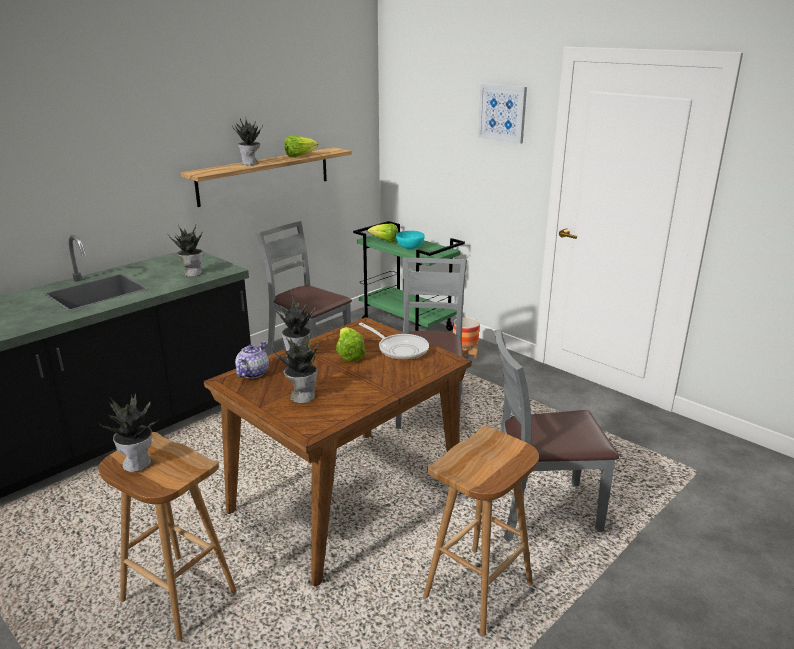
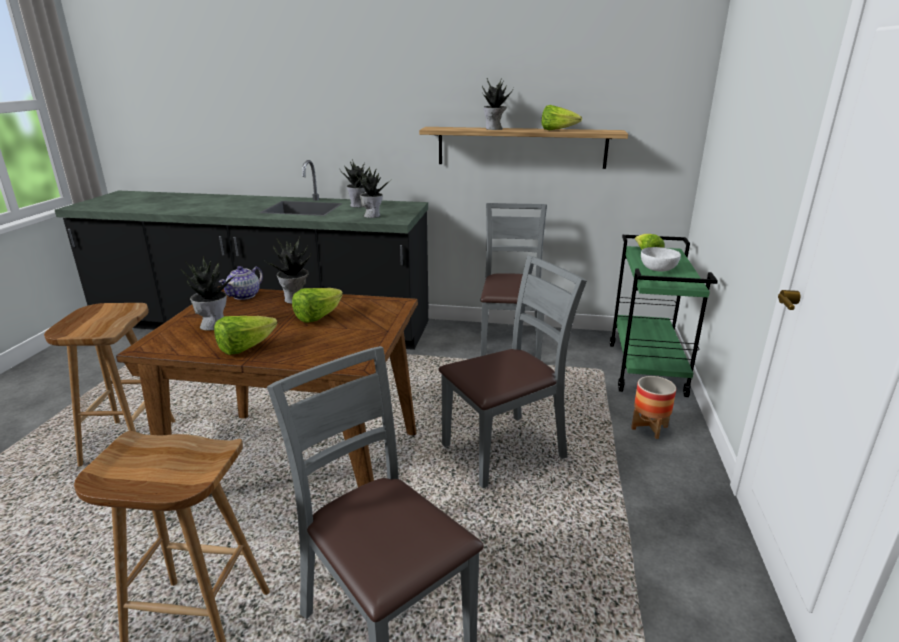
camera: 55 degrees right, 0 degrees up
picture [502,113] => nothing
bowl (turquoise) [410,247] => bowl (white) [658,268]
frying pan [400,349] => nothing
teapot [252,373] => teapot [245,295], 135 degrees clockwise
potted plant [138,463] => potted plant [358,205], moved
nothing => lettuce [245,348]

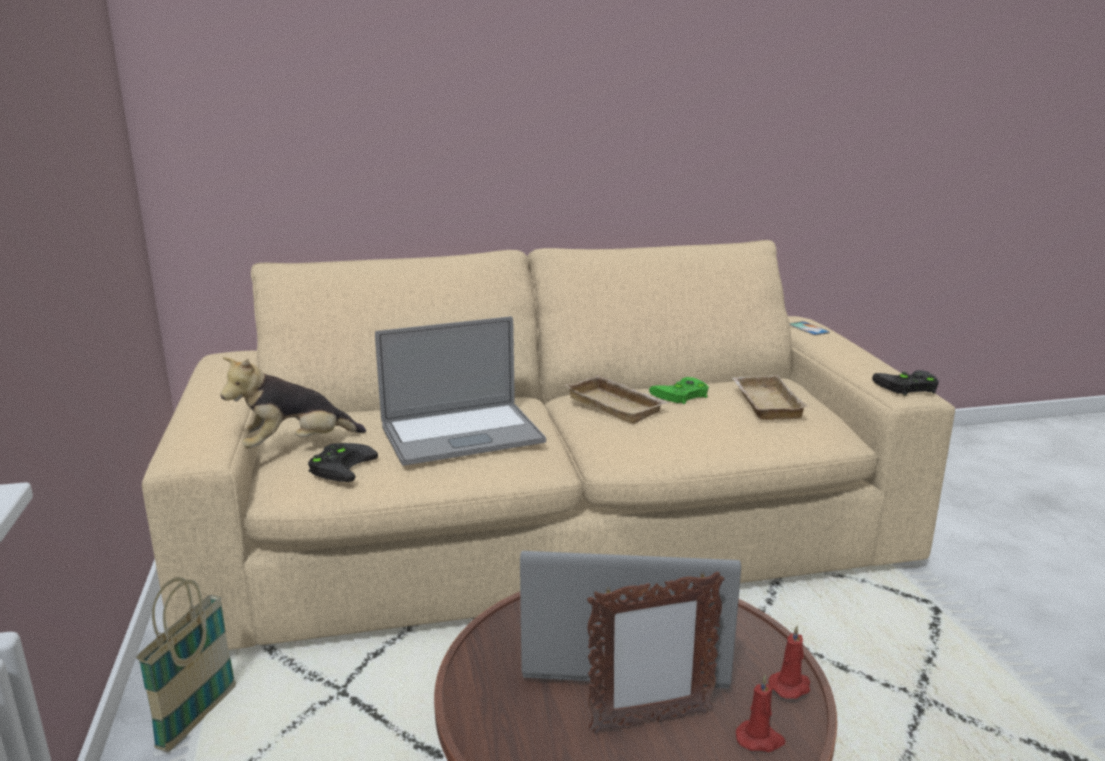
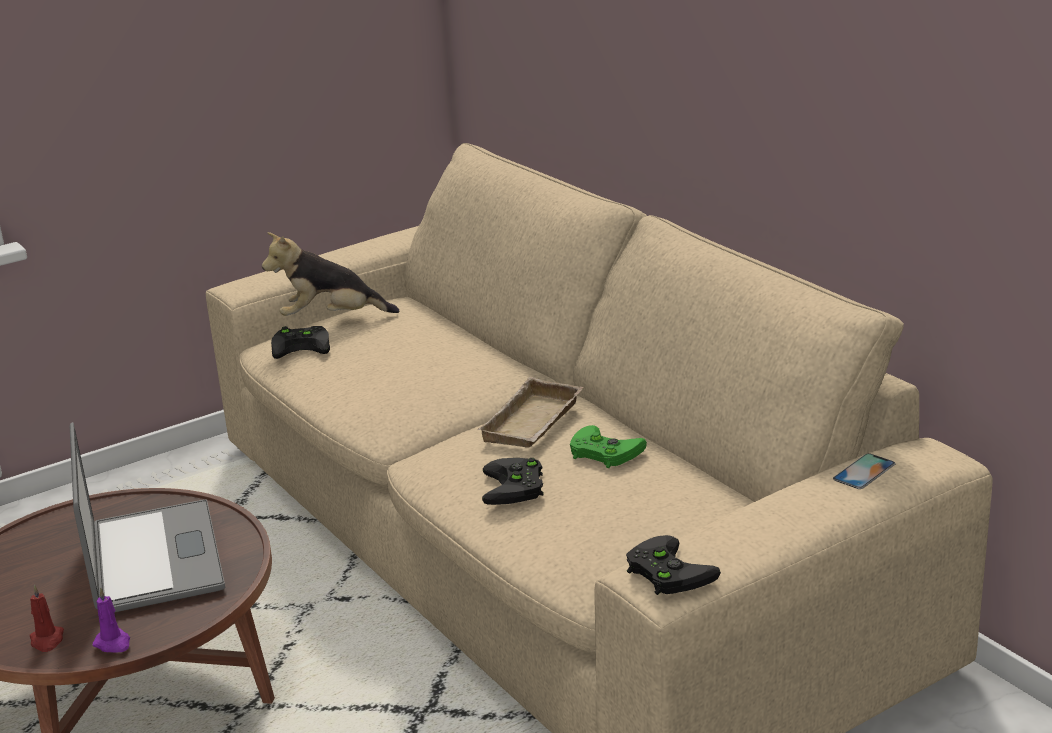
camera: 70 degrees right, 5 degrees up
laptop [462,434] => nothing
plush toy [295,446] => plush toy [331,318], 45 degrees counterclockwise
tray (beige) [764,403] => nothing
picture frame [650,722] => nothing
basket [198,719] => nothing
candle (red) [791,686] => candle (purple) [113,643]
nothing => game controller (black) [516,487]

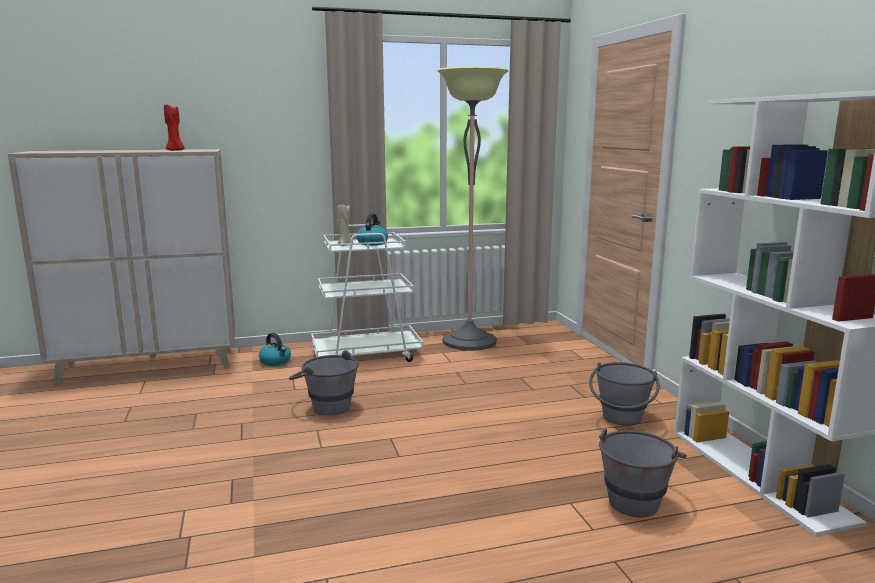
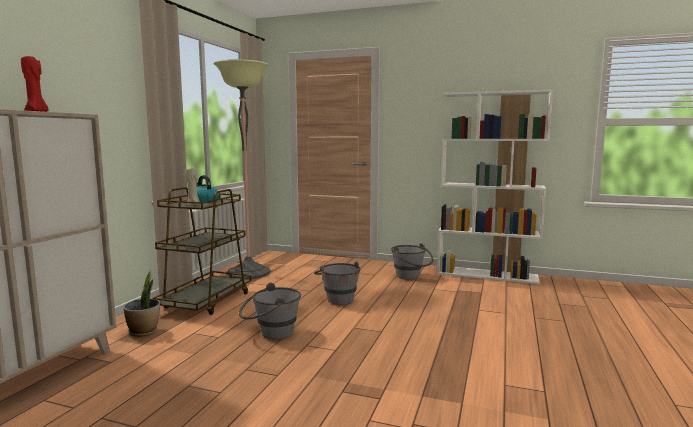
camera: 55 degrees left, 5 degrees down
cart (white) [367,355] => cart (brown) [206,301]
kettle [276,361] => potted plant [144,331]
bucket (grey) [635,498] => bucket (grey) [338,298], moved

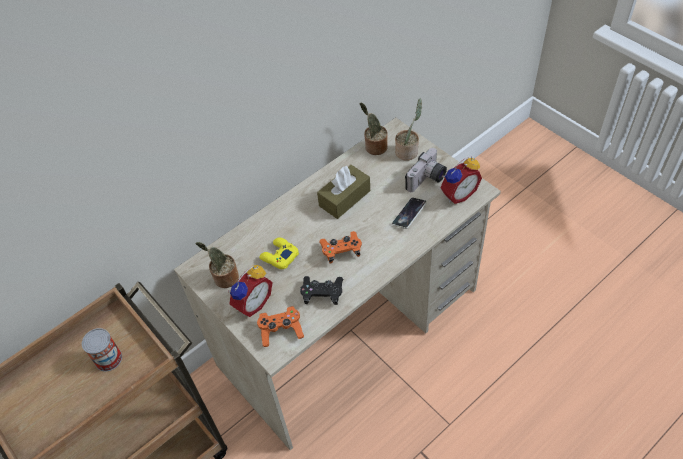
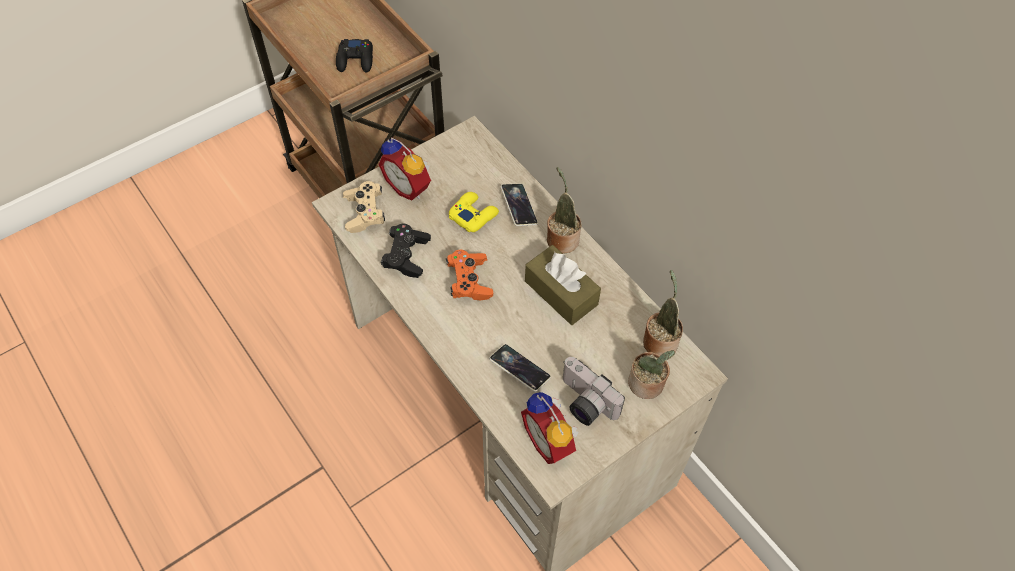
camera: 90 degrees right, 5 degrees up
potted plant [224,278] => potted plant [561,238], moved
game controller (orange) [281,330] => game controller (beige) [365,213]
can [108,359] => game controller (black) [356,60]
nothing => phone [519,207]

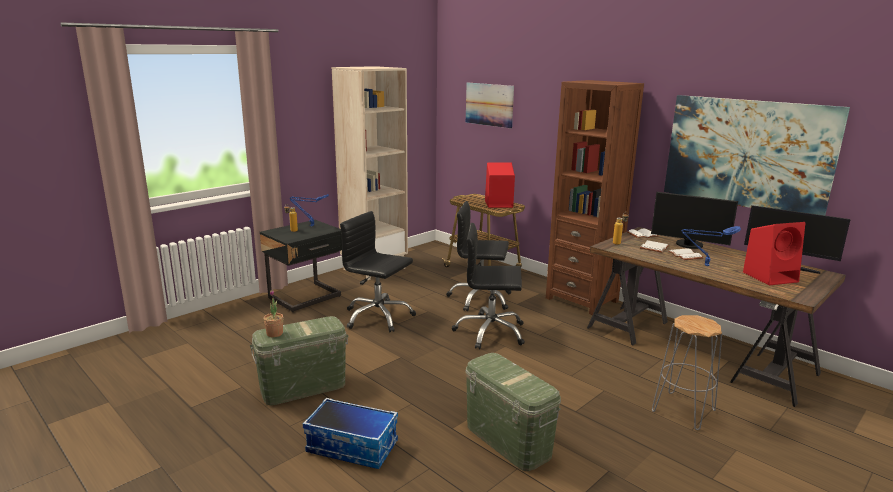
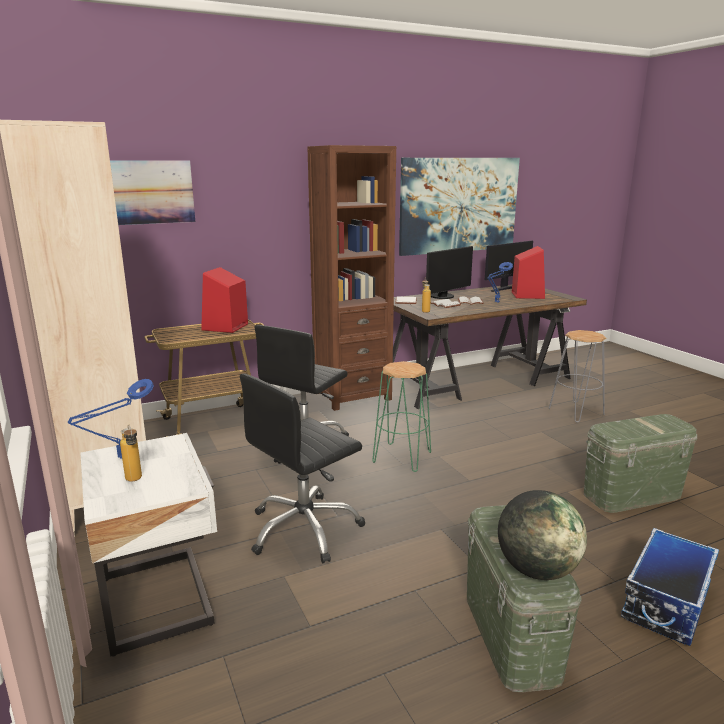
camera: 70 degrees left, 0 degrees up
nightstand (black) [306,298] => nightstand (white) [160,599]
office chair (black) [490,332] => stool (green) [401,457]
potted plant [274,334] => globe [536,570]

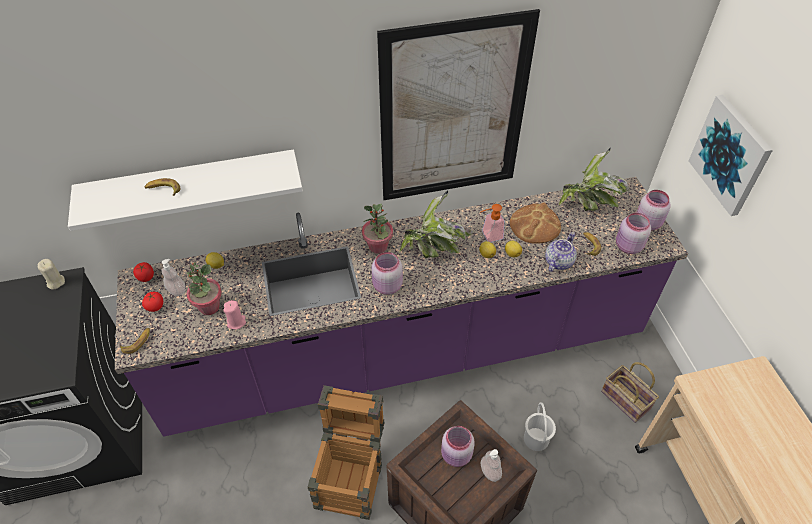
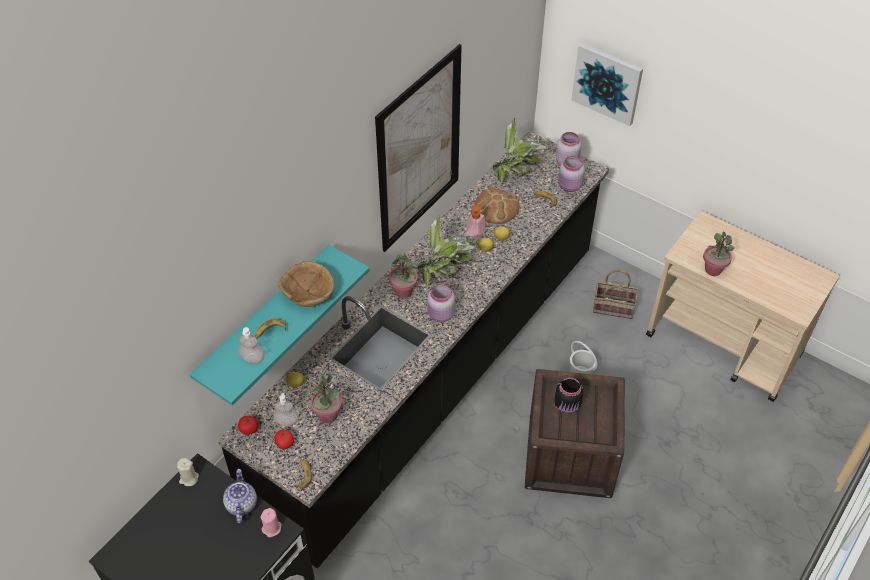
camera: 40 degrees left, 0 degrees up
shelf (white) [191,185] => shelf (turquoise) [265,321]
counter (purple) [406,354] => counter (black) [435,380]
teapot [558,261] => teapot [241,504], moved
candle (pink) [236,322] => candle (pink) [272,528], moved
crate [351,477] => nothing
jar (pink) [456,456] => jar (black) [567,406]
soap dispenser [490,472] => soap dispenser [252,358], moved
nothing => potted plant [713,270]
nothing => bowl (brown) [308,293]

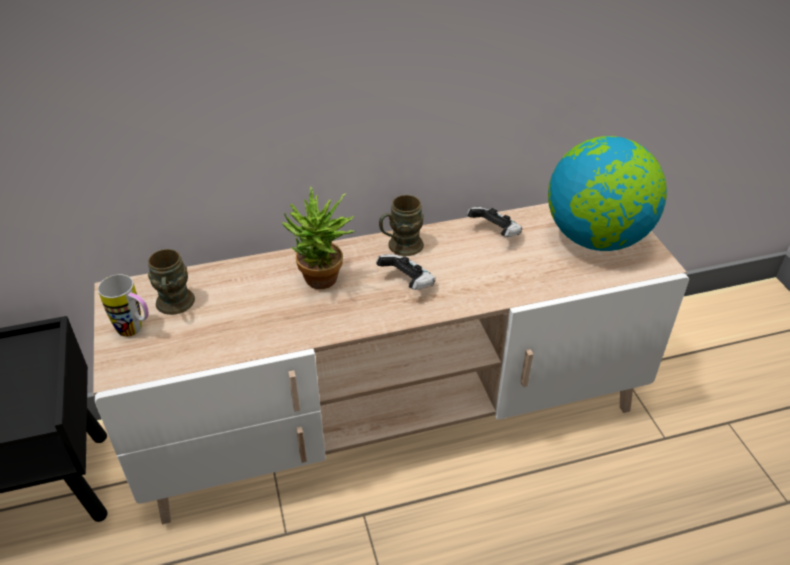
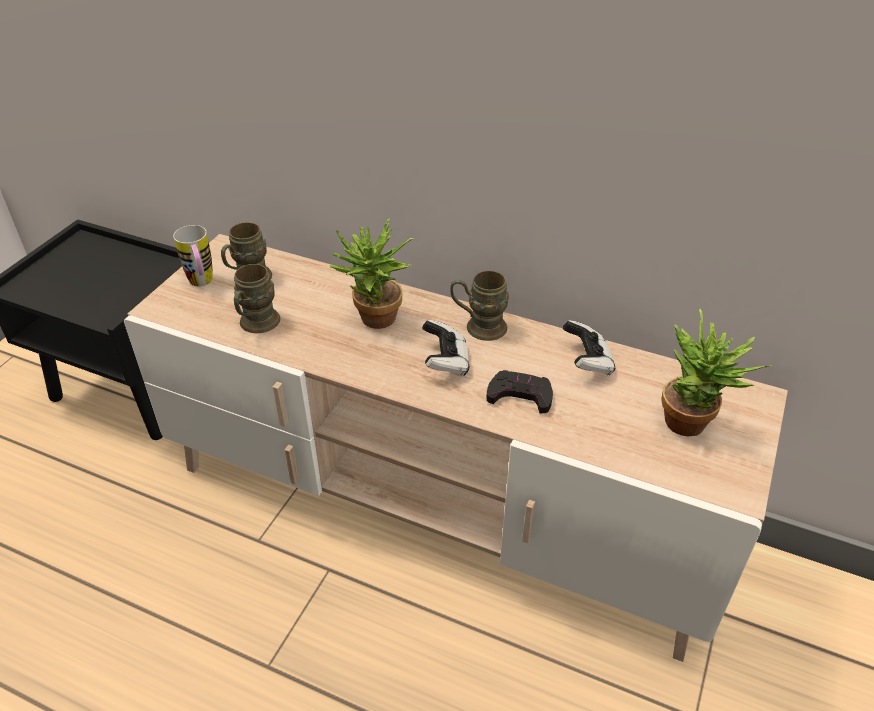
camera: 40 degrees right, 0 degrees up
globe [596,238] => potted plant [693,425]
nothing => mug (brown) [256,325]
nothing => game controller (black) [520,395]

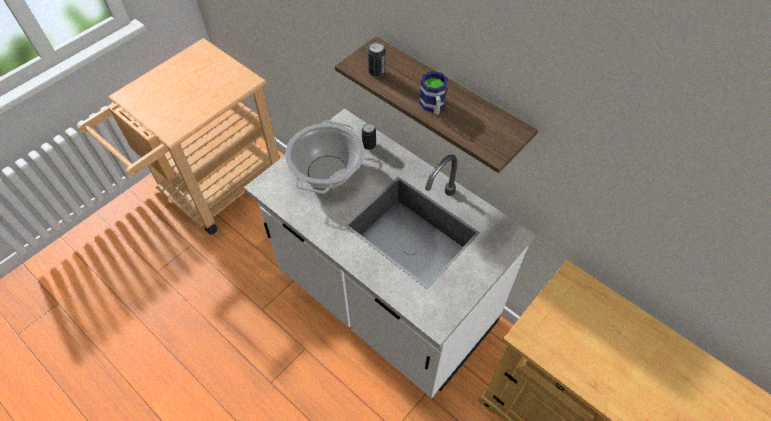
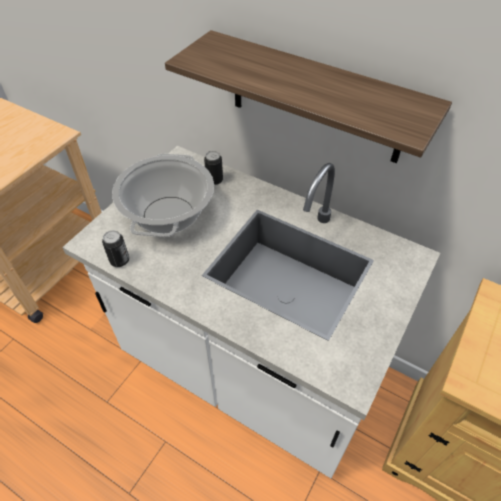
camera: 10 degrees left, 5 degrees down
can [377,72] => can [119,260], moved
mug [433,107] => nothing

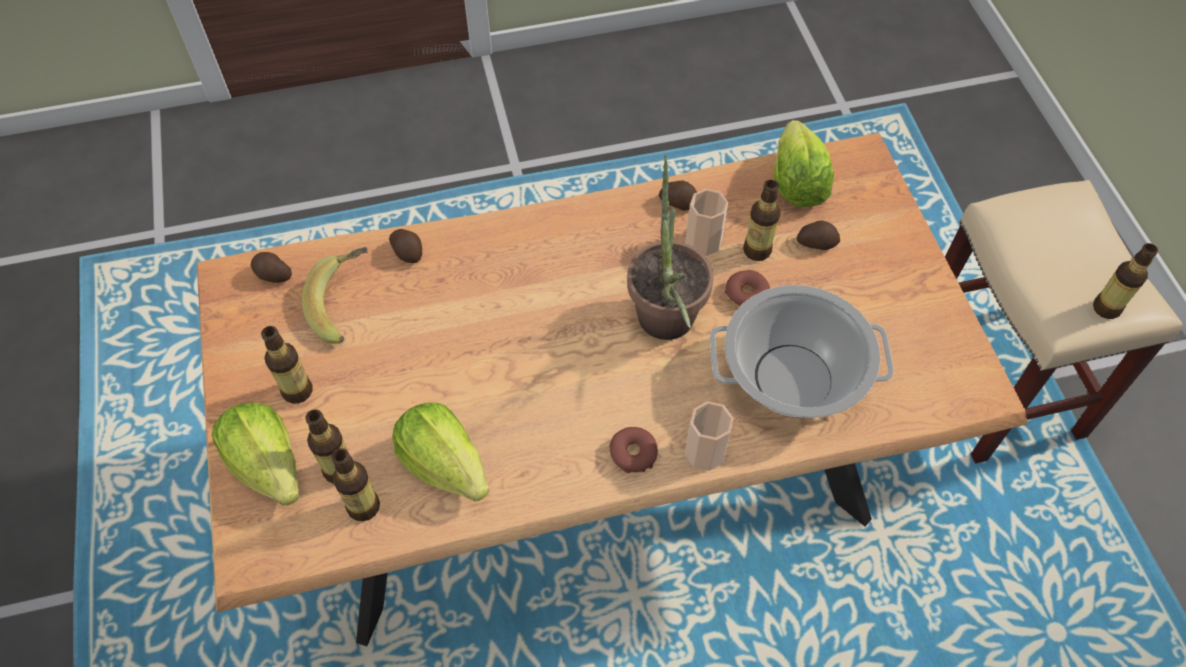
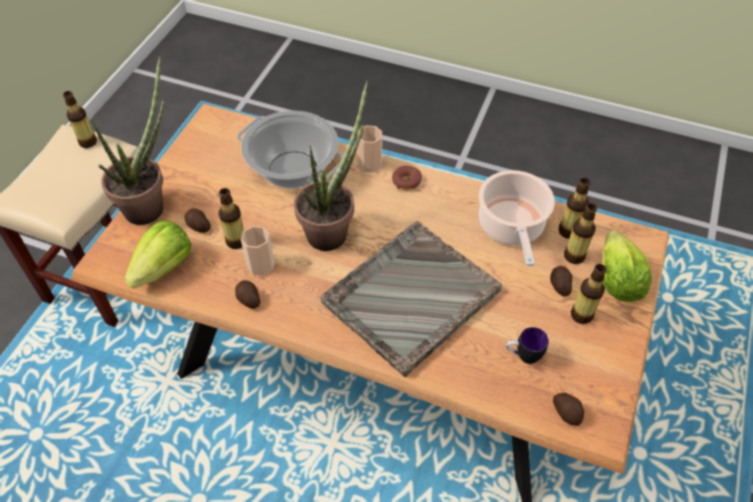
camera: 145 degrees left, 5 degrees down
potato [408,252] => potato [559,285], moved
banana [346,305] => mug [523,356]
donut [746,294] => nothing
lettuce [445,465] => cooking pot [511,228]
nothing => potted plant [151,204]
nothing => tray (grey) [409,297]

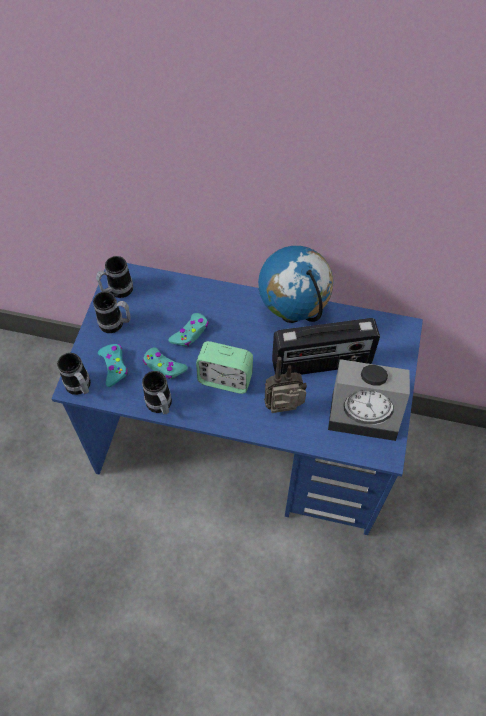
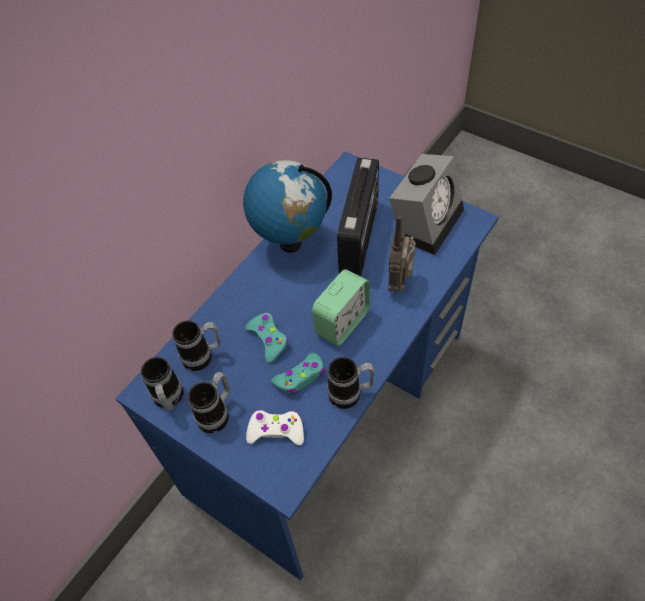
camera: 65 degrees left, 5 degrees down
game controller (turquoise) [114,366] => game controller (white) [276,430]
mug [80,388] => mug [203,357], moved

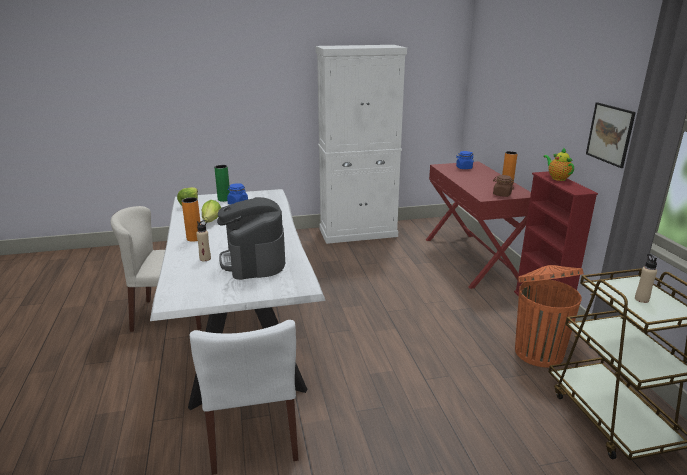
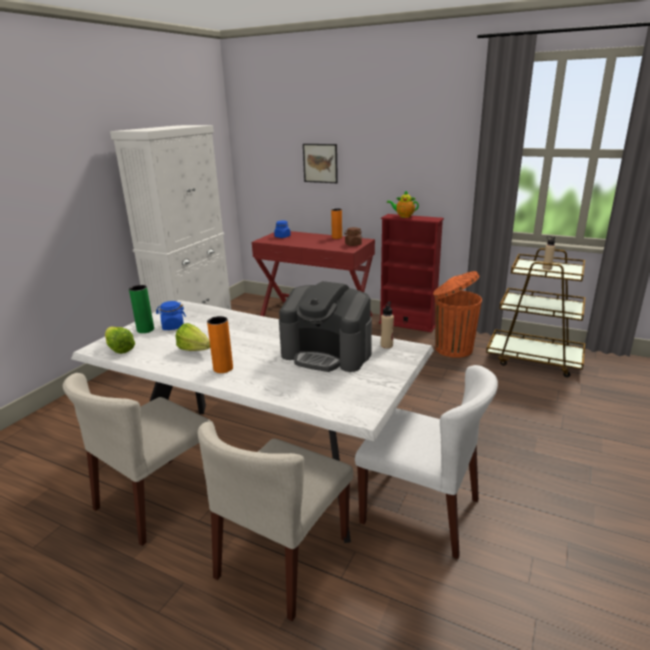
camera: 50 degrees left, 0 degrees up
picture [610,134] => picture [320,163], moved
bottle (beige) [205,259] => bottle (beige) [386,345], moved
nothing => chair (beige) [283,558]

